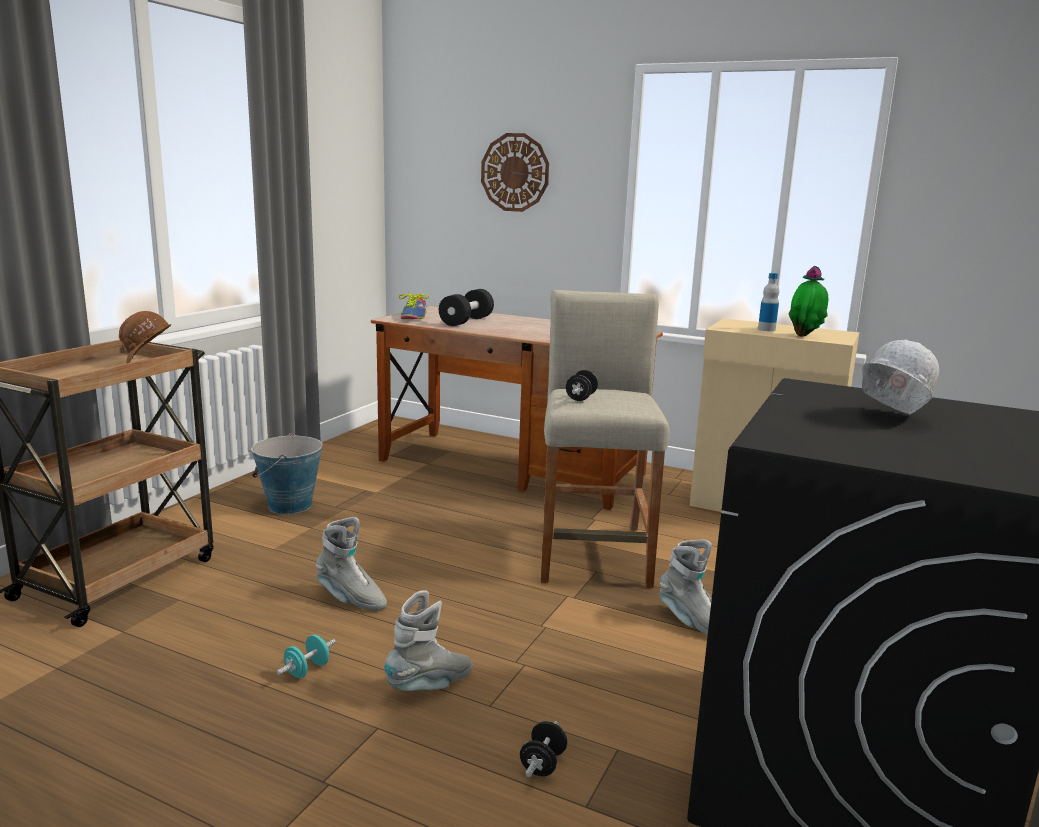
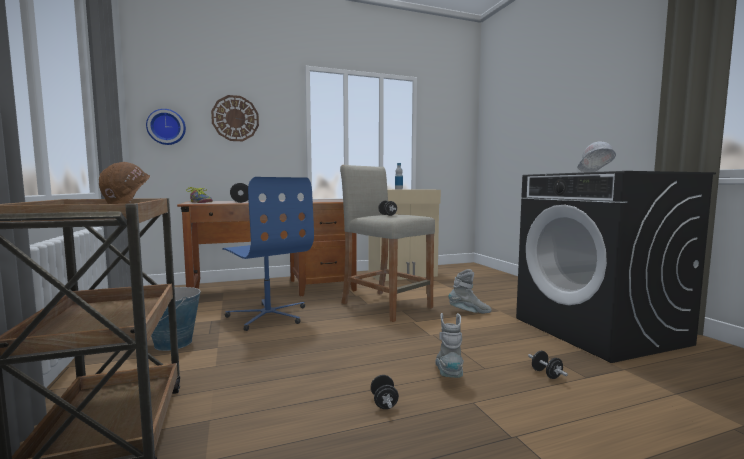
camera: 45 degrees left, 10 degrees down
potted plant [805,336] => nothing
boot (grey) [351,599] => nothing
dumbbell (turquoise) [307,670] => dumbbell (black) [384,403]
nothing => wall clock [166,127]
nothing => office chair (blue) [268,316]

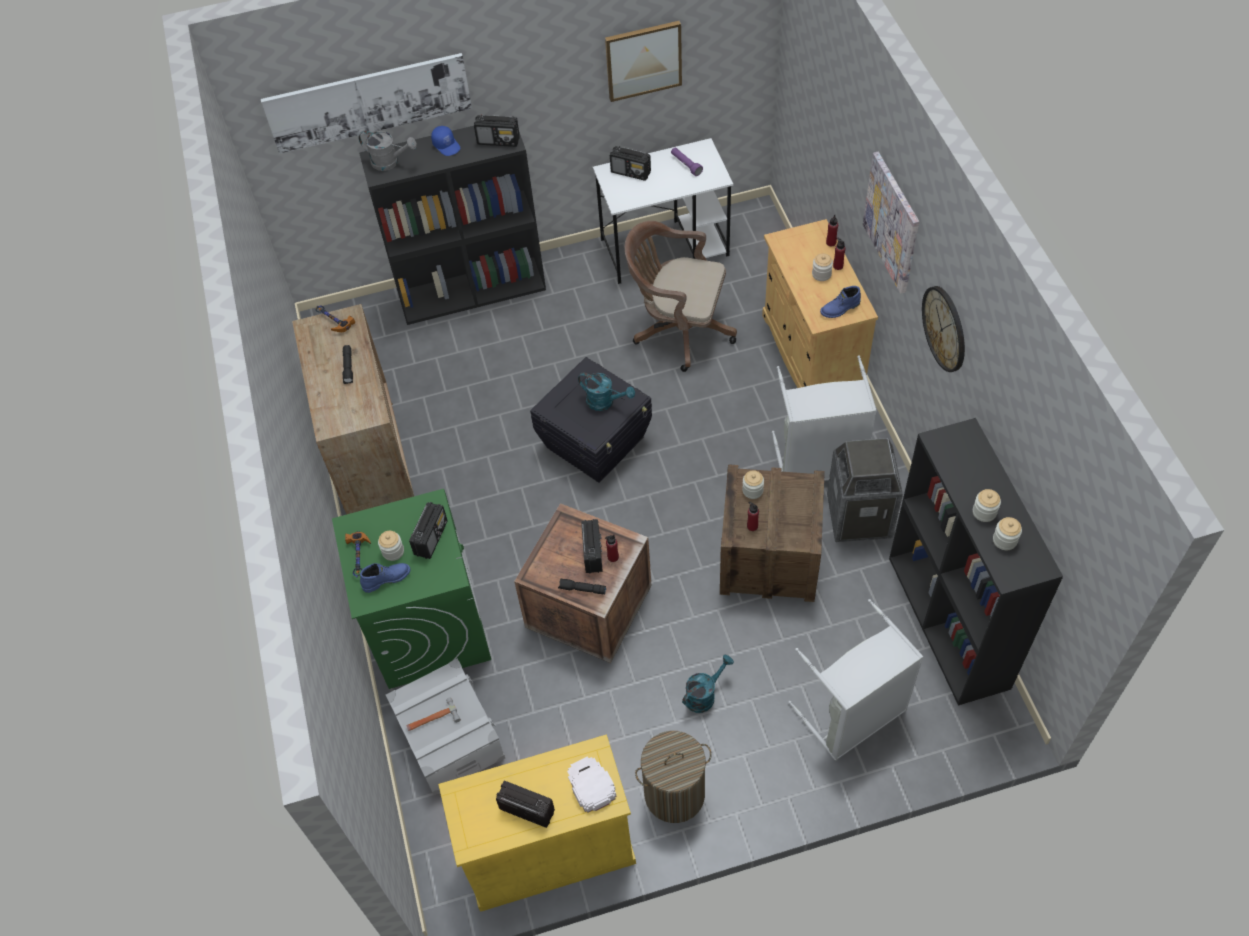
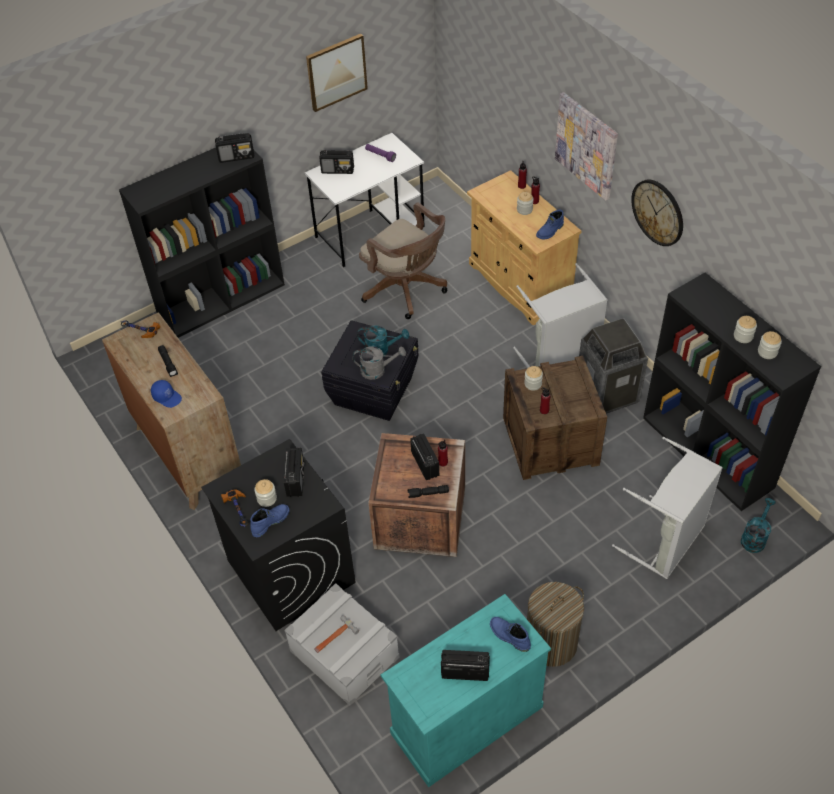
camera: 20 degrees left, 5 degrees down
picture [369,102] => nothing
cap (blue) [447,145] => cap (blue) [167,397], moved
watering can (grey) [390,162] => watering can (grey) [377,370], moved
office chair (brown) [678,329] => office chair (brown) [406,290], 135 degrees counterclockwise
washing machine (green) [428,626] => washing machine (black) [290,571]
watering can (turquoise) [704,694] => watering can (turquoise) [754,537], moved
cabinet (yellow) [549,850] => cabinet (turquoise) [466,719]
cap (white) [590,785] => boot (blue) [509,636]

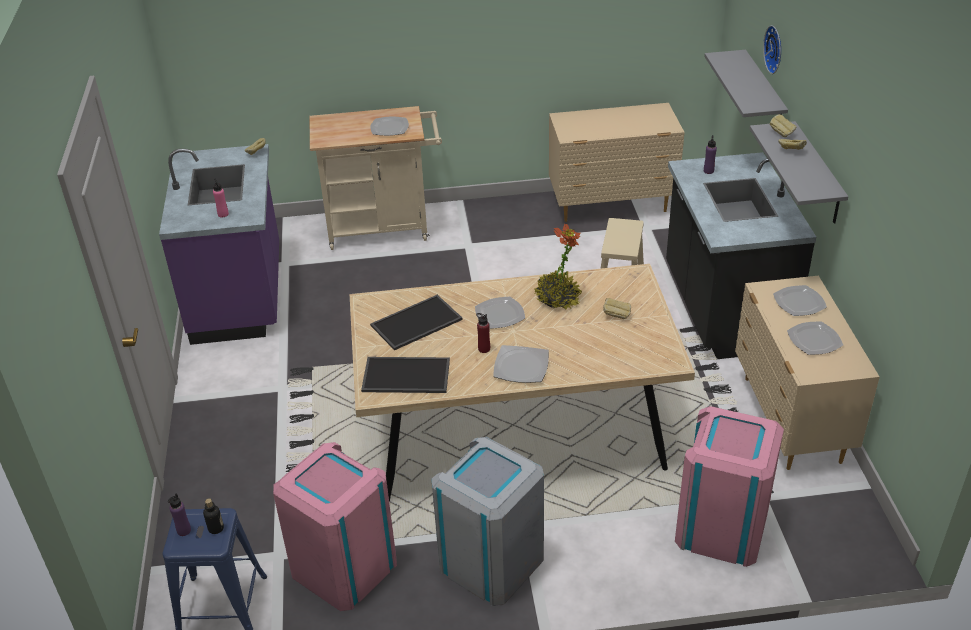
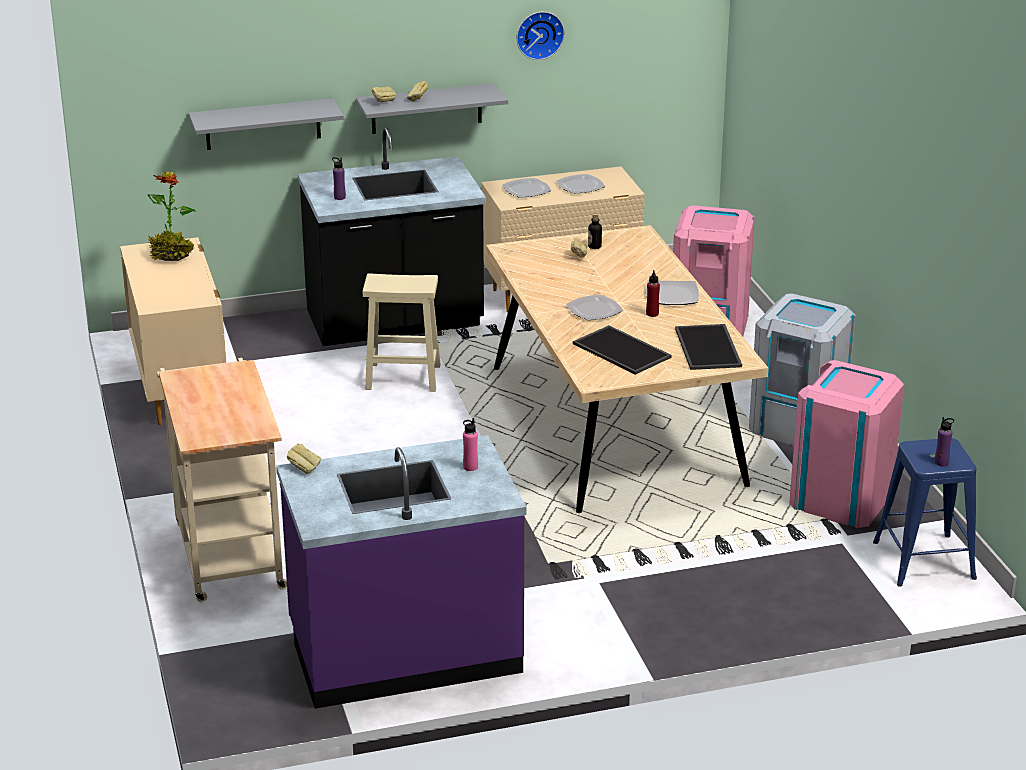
camera: 100 degrees left, 10 degrees down
wall clock [775,49] => wall clock [539,34], moved
plate [389,128] => nothing
potted plant [557,299] => potted plant [172,256], moved
bottle [216,528] => bottle [594,246], moved

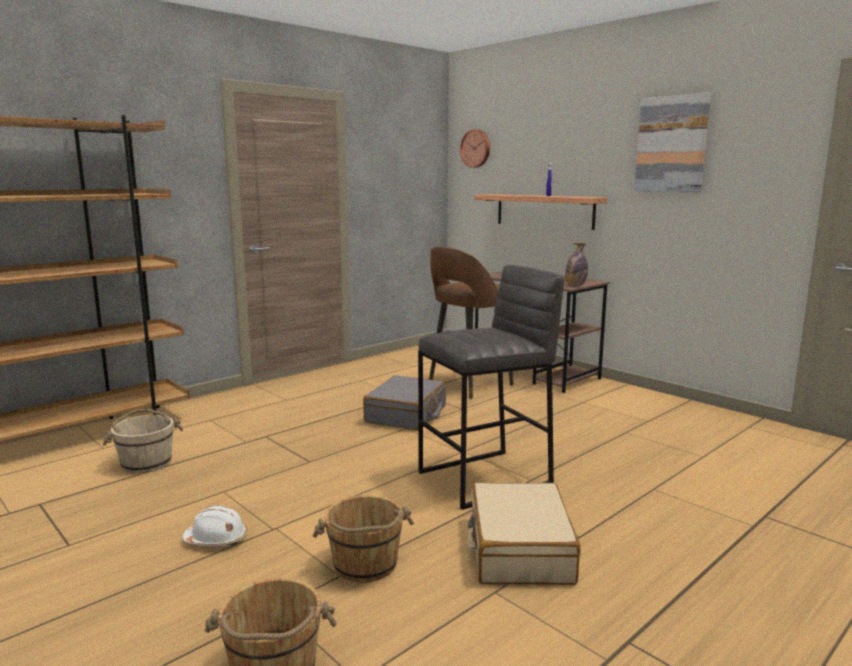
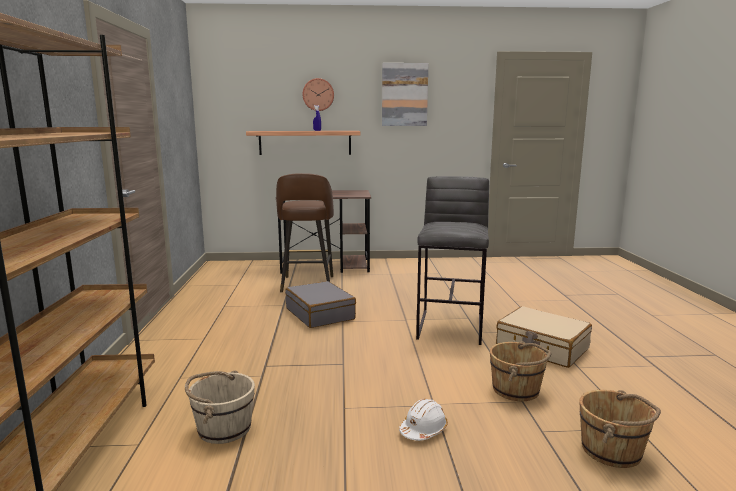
camera: 50 degrees left, 0 degrees up
wall clock [476,148] => wall clock [318,94], moved
bottle [575,285] => nothing

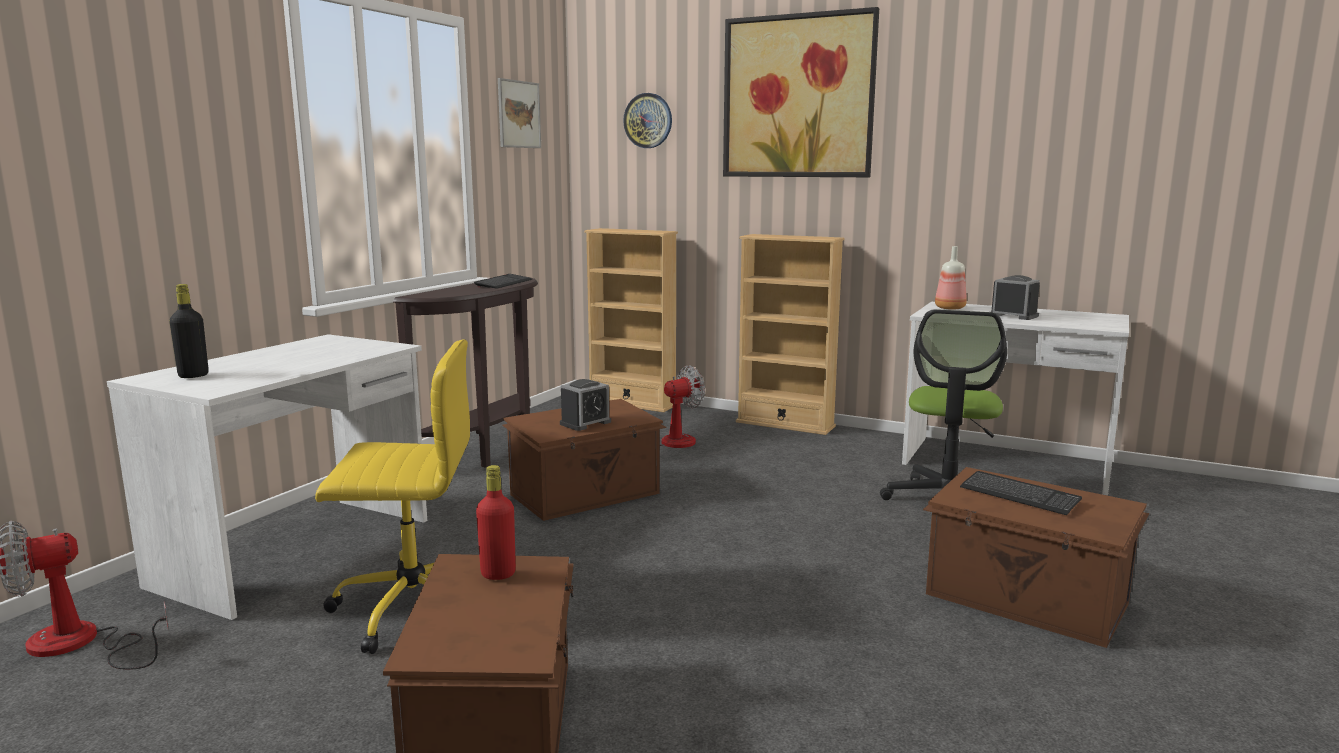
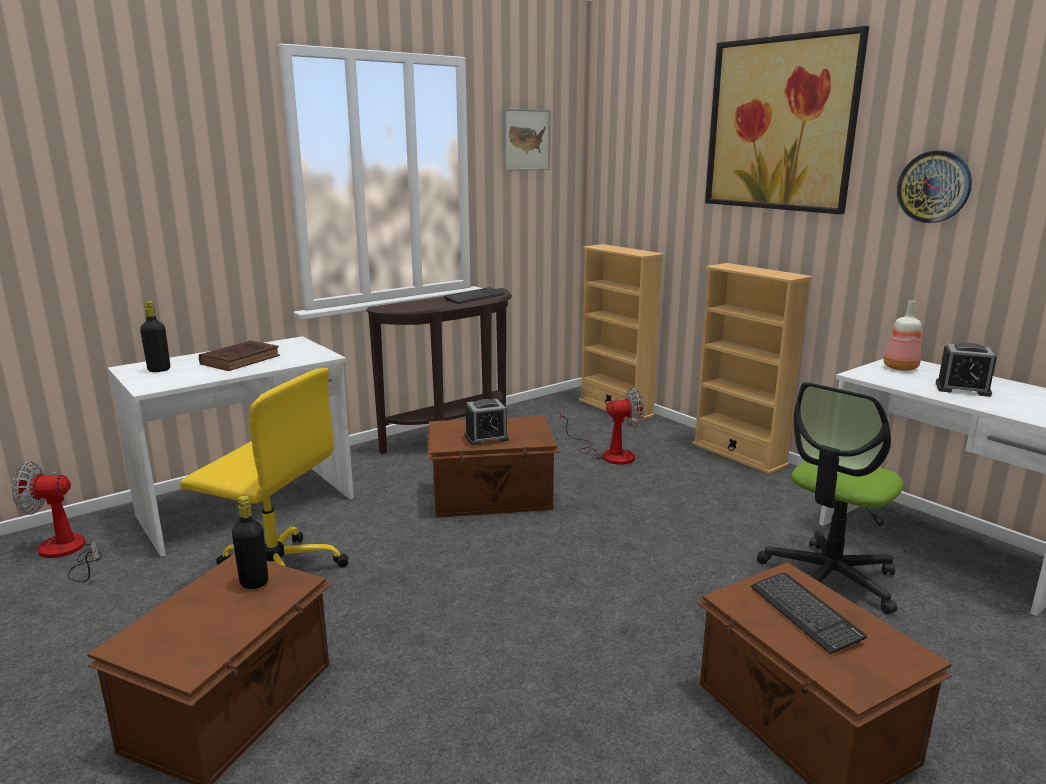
camera: 25 degrees right, 5 degrees up
wall clock [648,120] => wall clock [934,187], moved
alarm clock [1013,316] => alarm clock [962,389], 135 degrees clockwise
bottle (red) [498,574] => bottle (black) [254,582]
nothing => book (brown) [242,359]

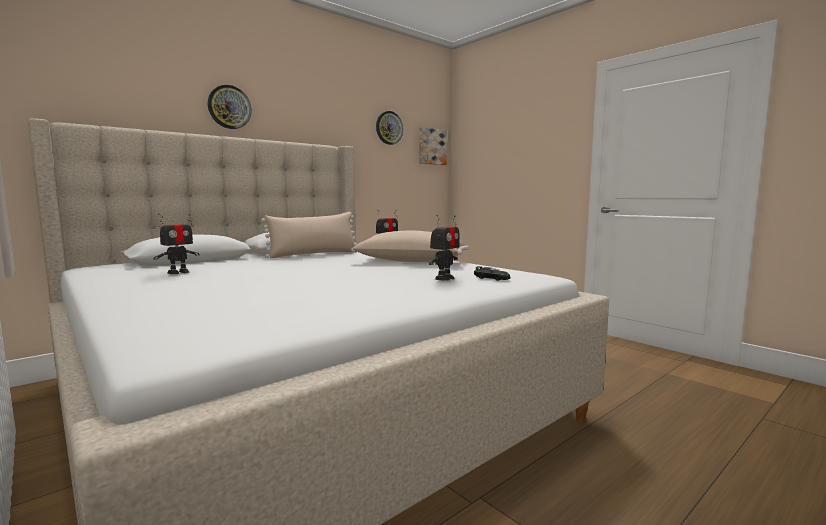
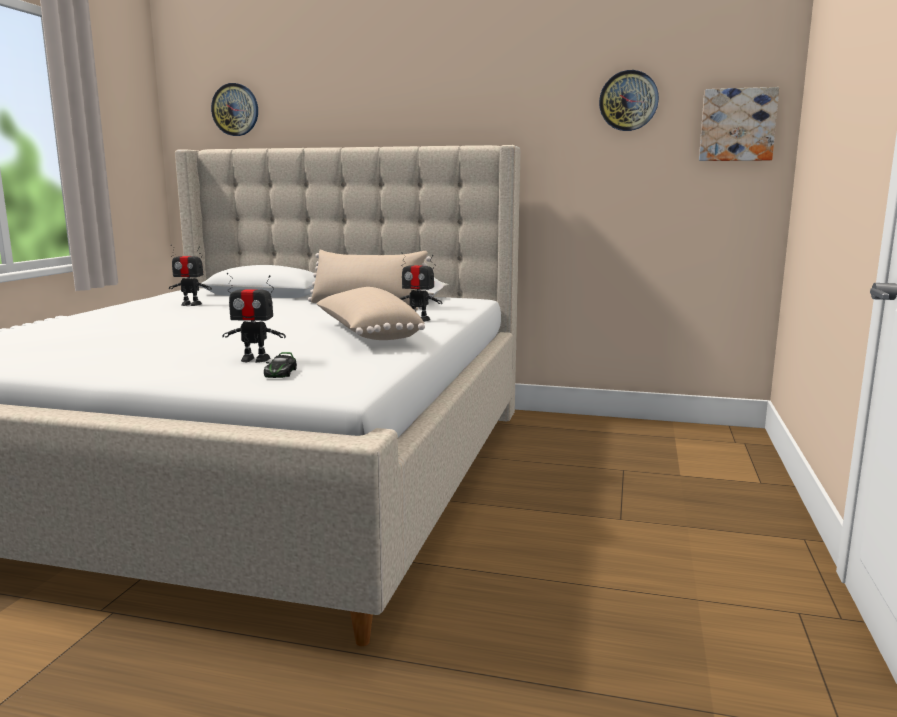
camera: 55 degrees right, 5 degrees up
wall clock [229,107] => wall clock [235,109], moved

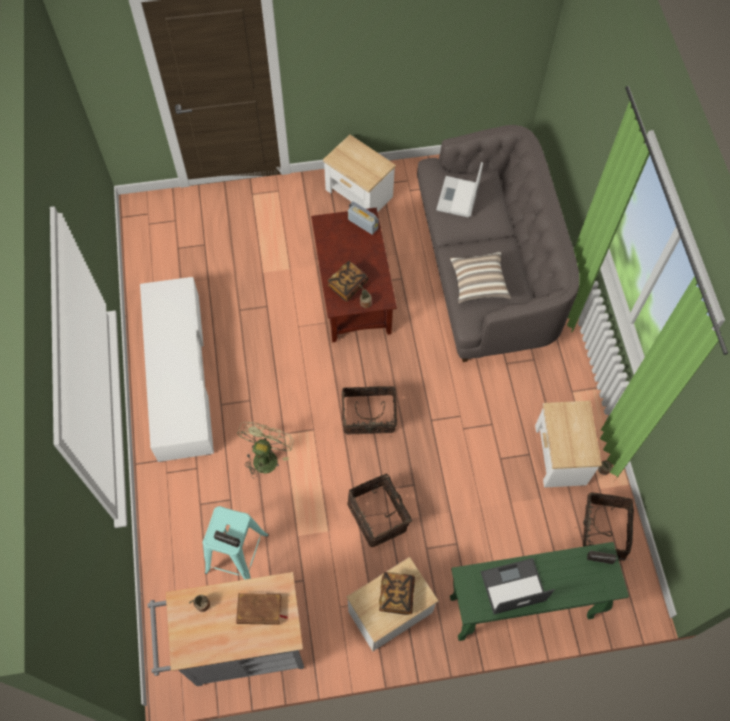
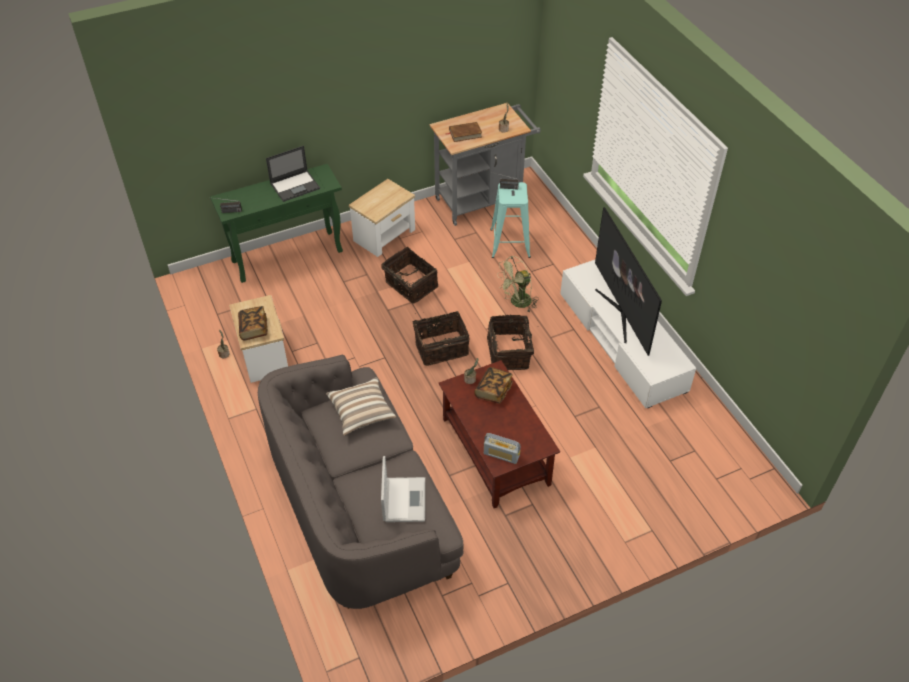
camera: 165 degrees right, 15 degrees down
side table [358,194] => nothing
fan (green) [266,456] => fan (green) [517,303], 60 degrees clockwise
basket [602,531] => basket [510,352], moved
book [396,595] => book [253,329], moved
nothing => television [621,312]

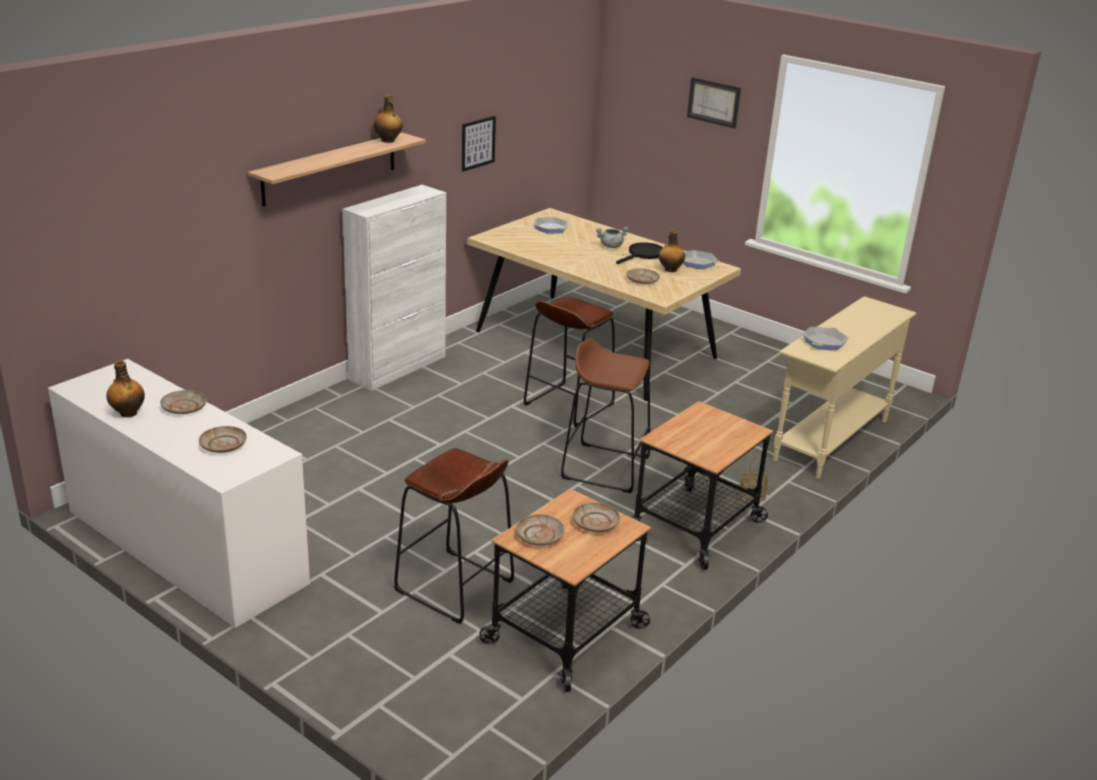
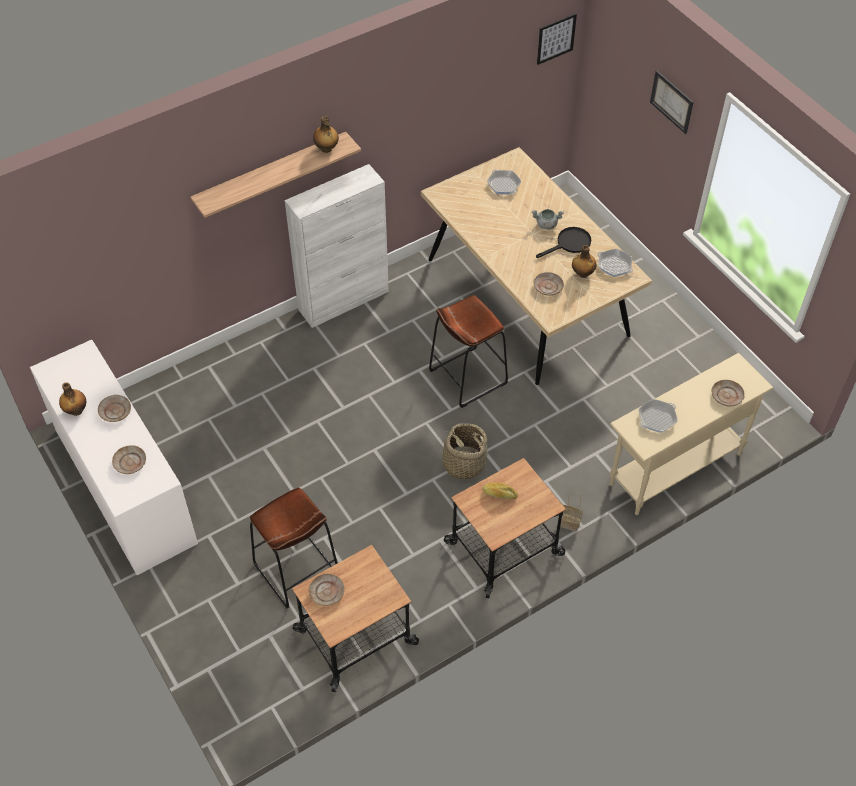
camera: 20 degrees right, 25 degrees up
picture [478,143] => picture [556,38], moved
stool (brown) [605,467] => basket [464,463]
plate (beige) [595,523] => plate (beige) [726,396], moved
nothing => bread [499,494]

